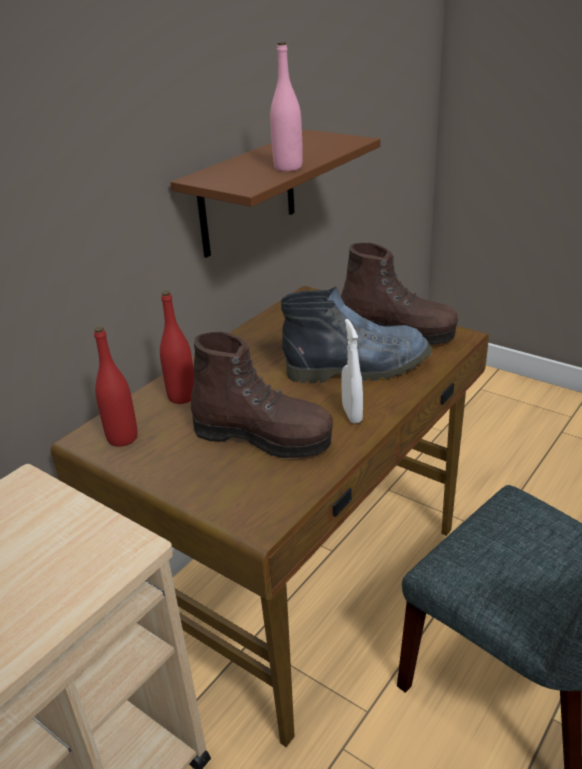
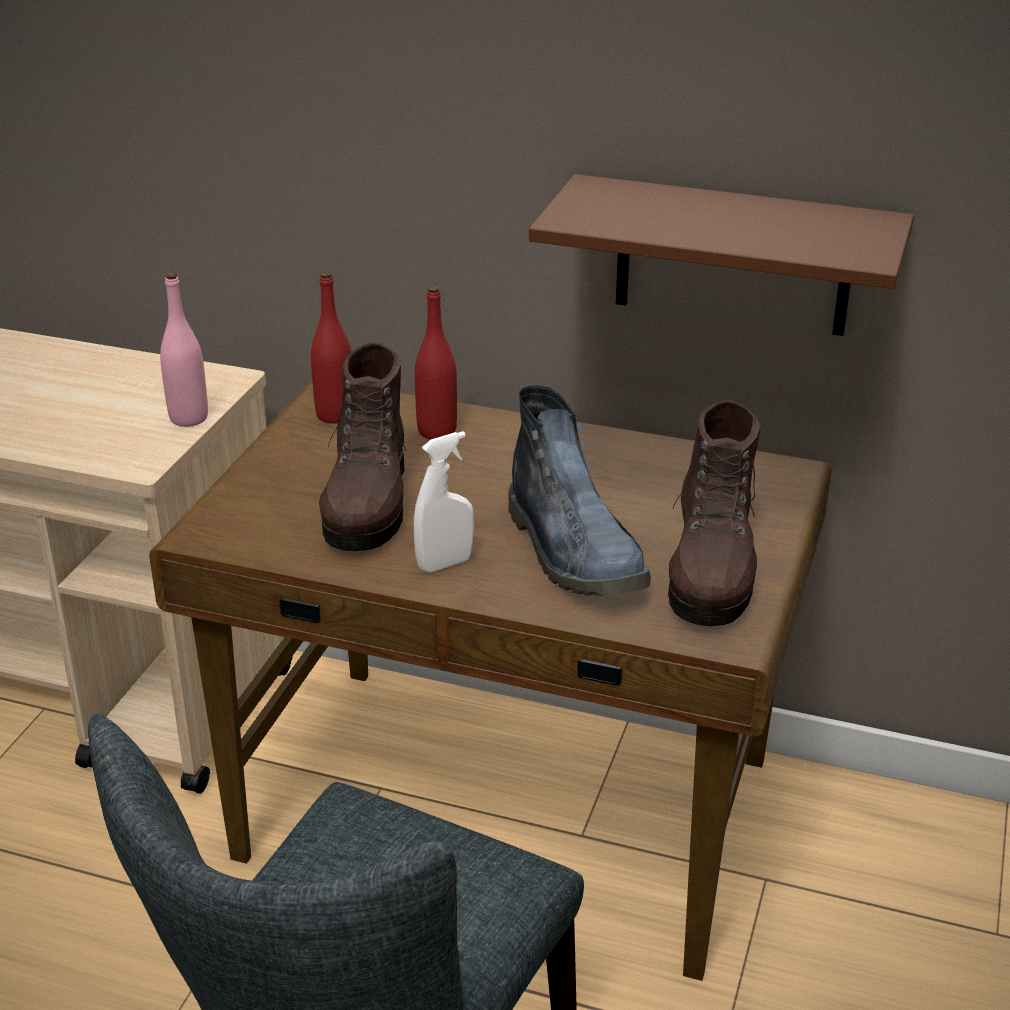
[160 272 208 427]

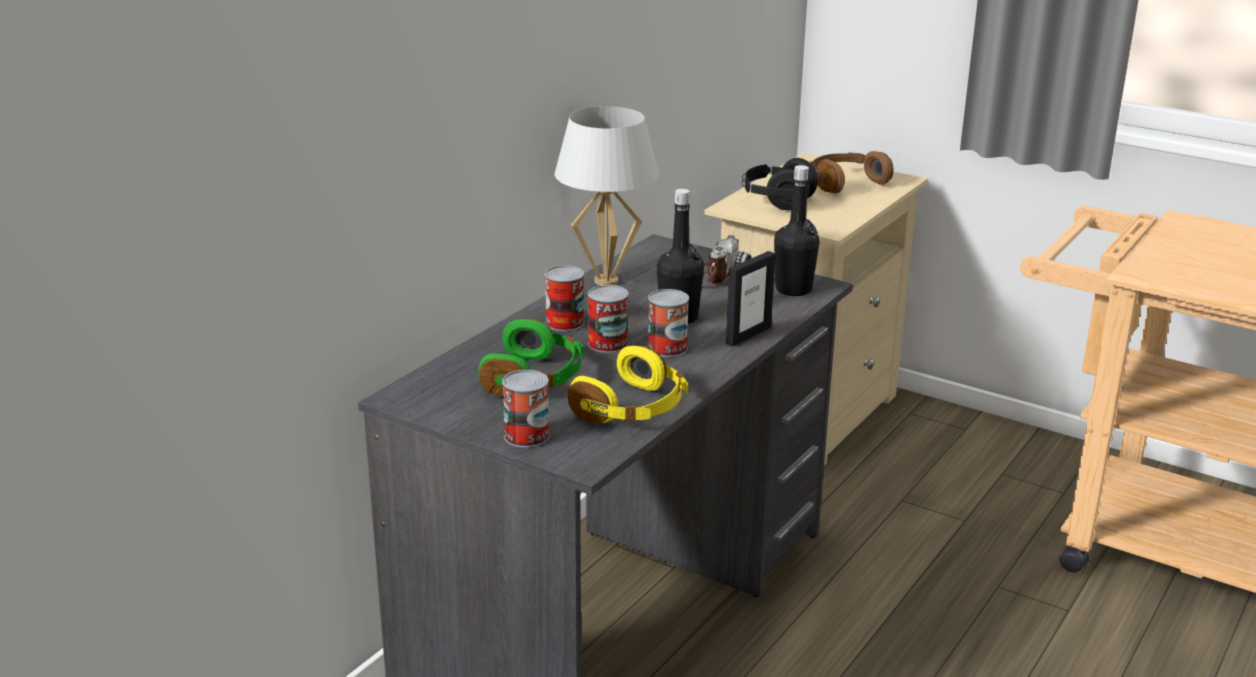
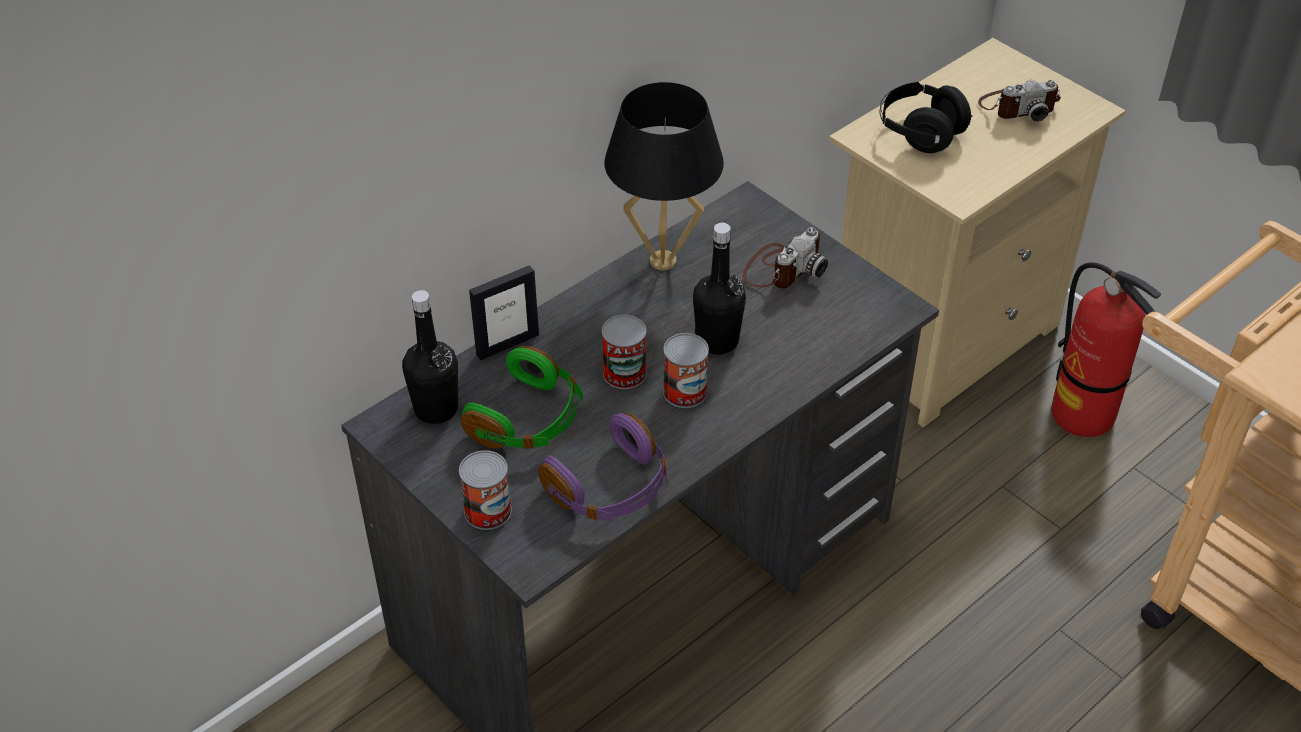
[402 290 458 424]
[469 265 539 360]
[538 413 668 521]
[604 82 724 270]
[978 80 1061 122]
[1051 262 1161 437]
[545 265 584 331] (first image)

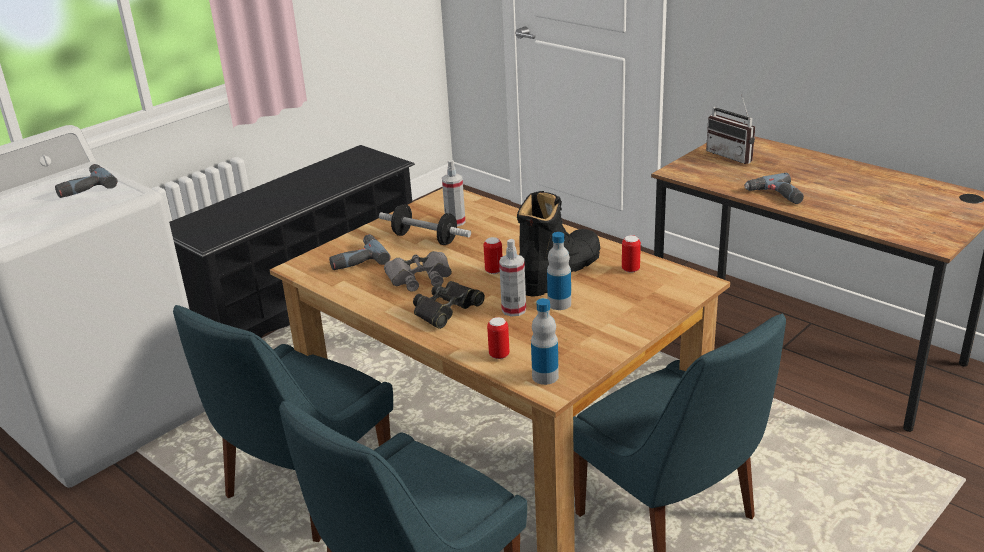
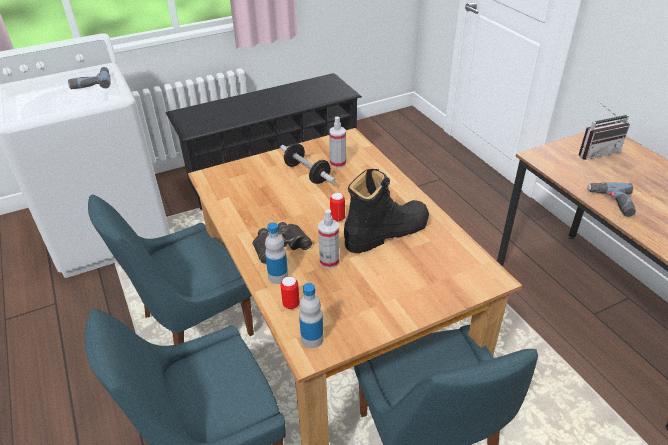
[265 222 288 284]
[579 101 630 160]
[329 234 391 270] (first image)
[384 251 452 292] (first image)
[622 235 641 273] (first image)

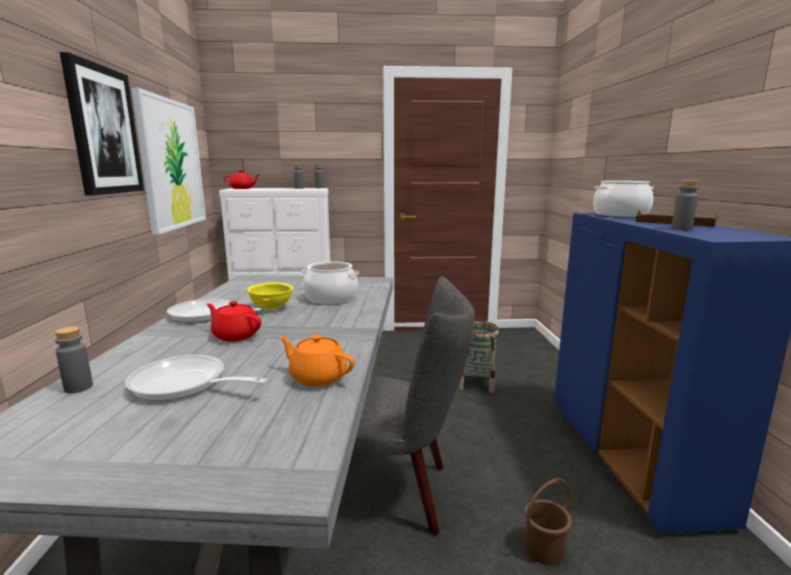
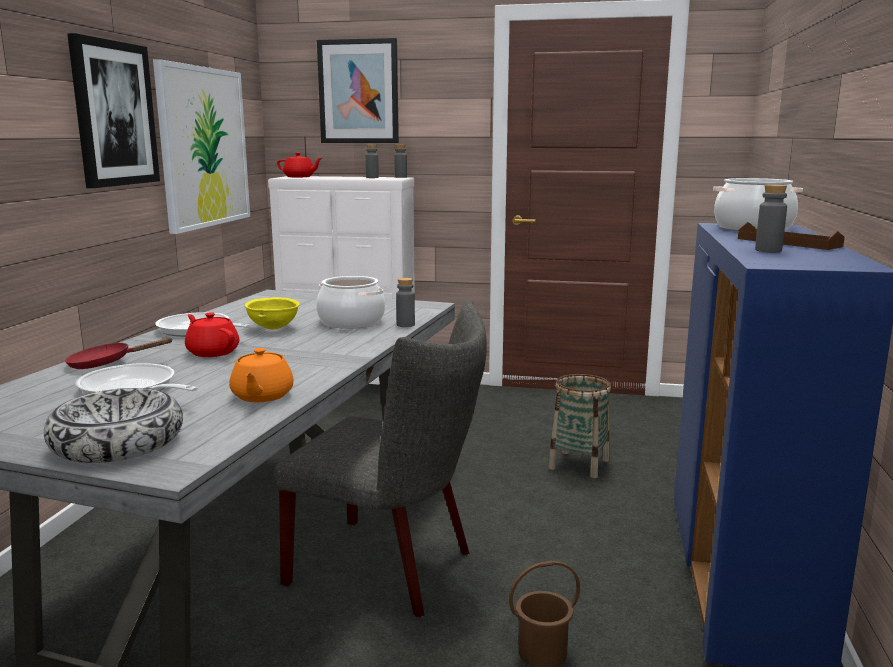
[44 388 183 463]
[65 338 173 369]
[229 348 294 402]
[317 38 399 143]
[396 278 415 327]

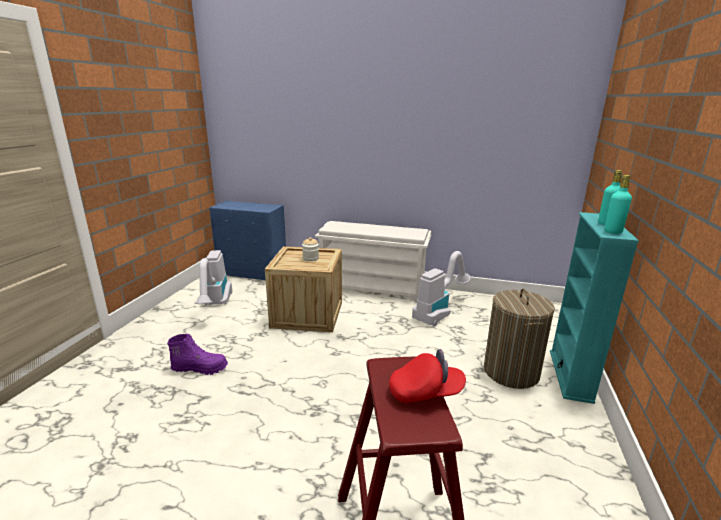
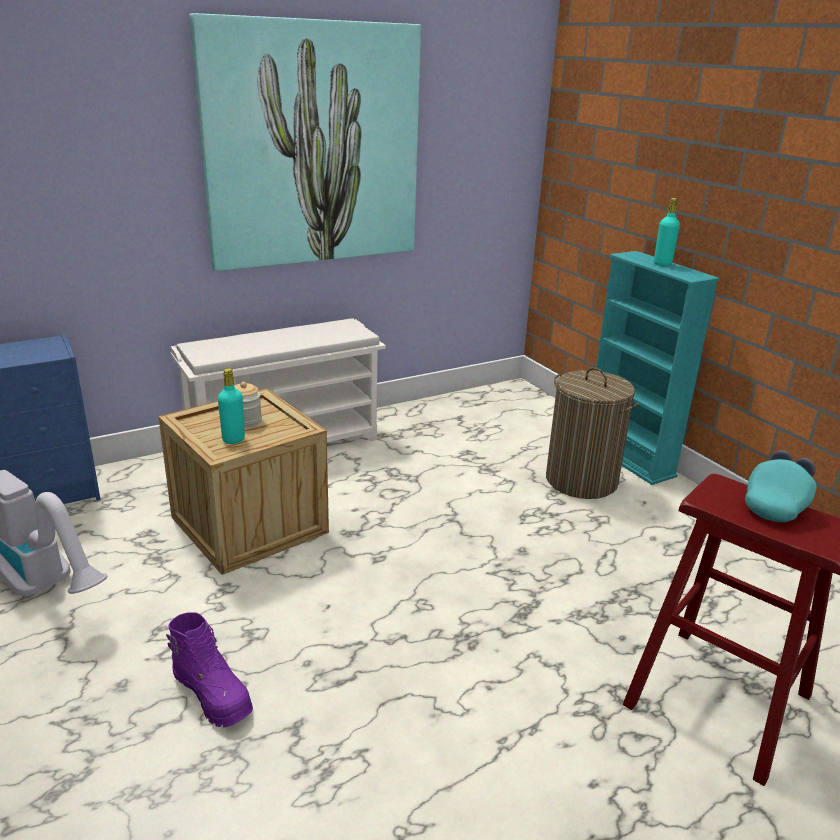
[166 612 253 727]
[189 13 421 271]
[218 368 245 444]
[745 450 817 522]
[412 251 471 327] (first image)

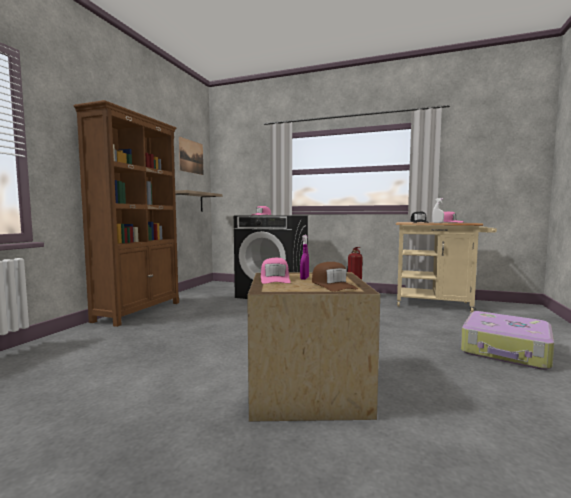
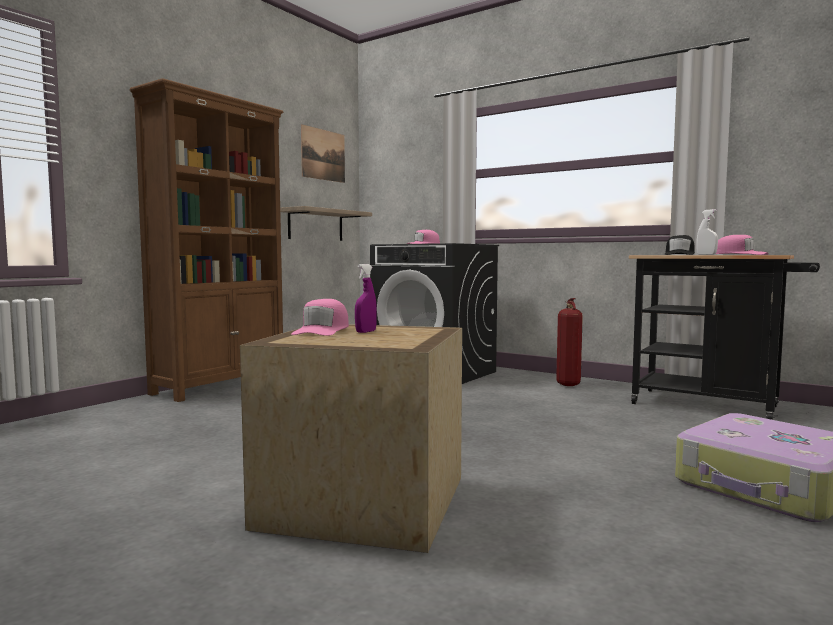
[629 255 820 420]
[312 262 358 292] (first image)

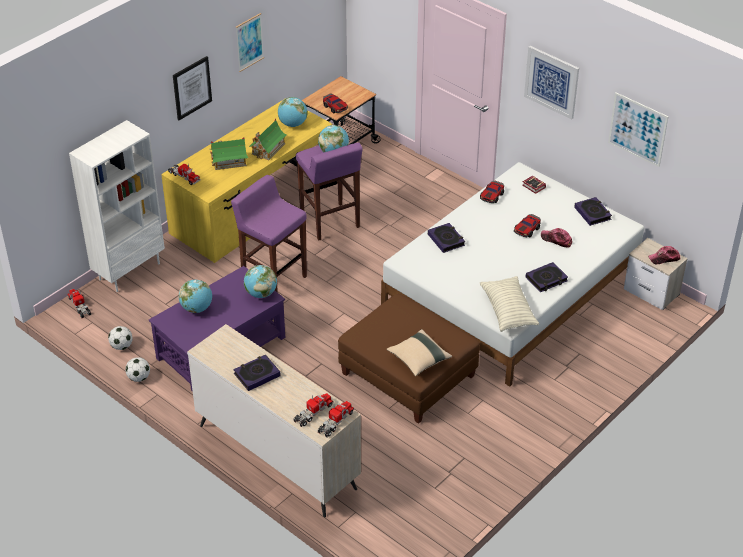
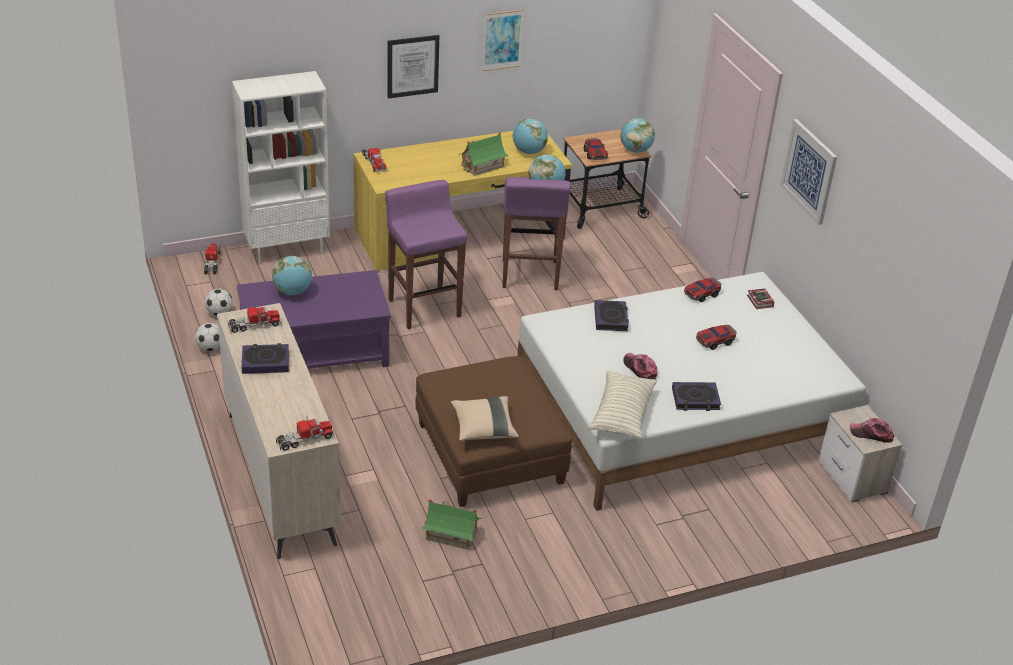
[228 306 281 333]
[422 500 482 550]
[620 118 655 153]
[623 353 657 379]
[574 197 612 226] (first image)
[608 93 668 167] (first image)

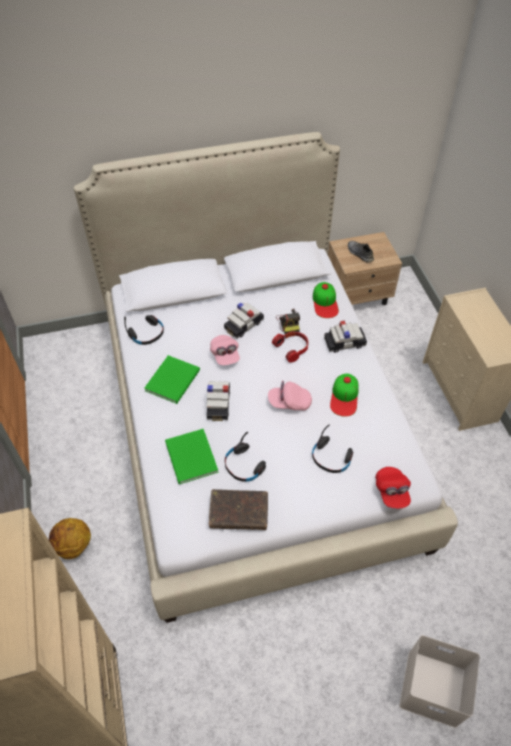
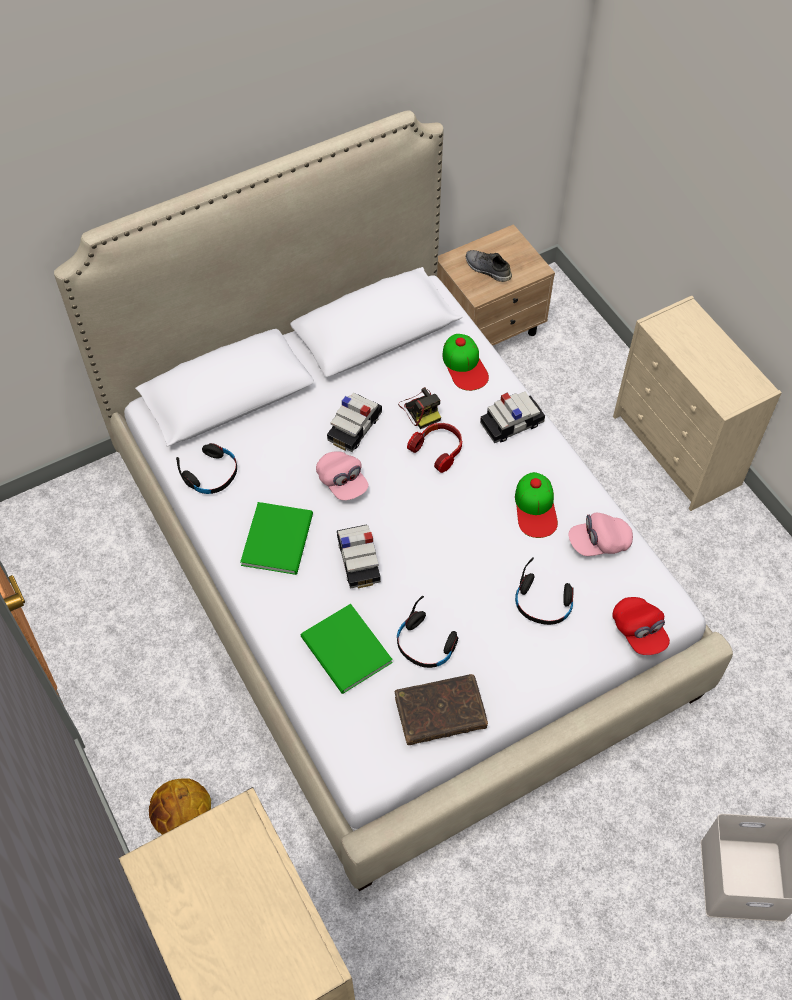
[569 513 633 556]

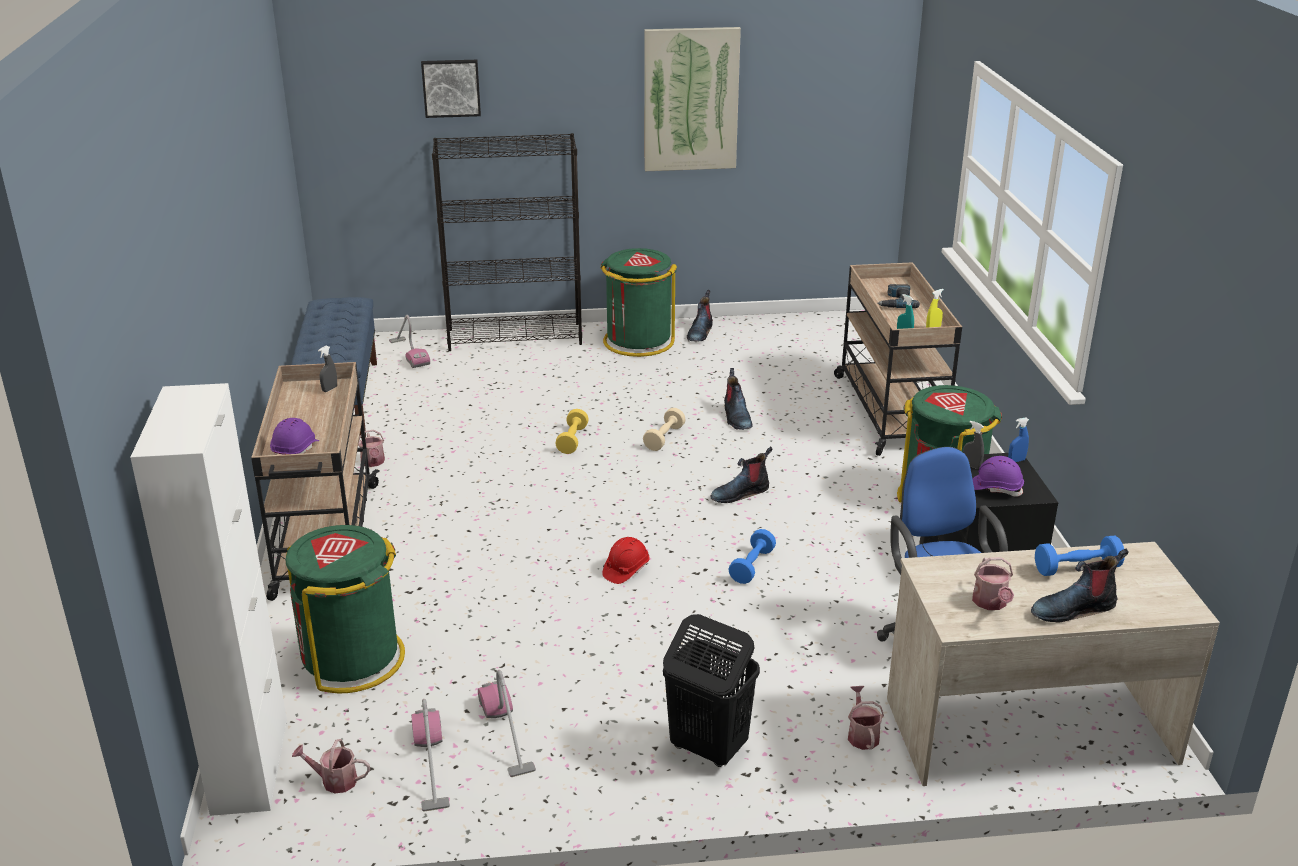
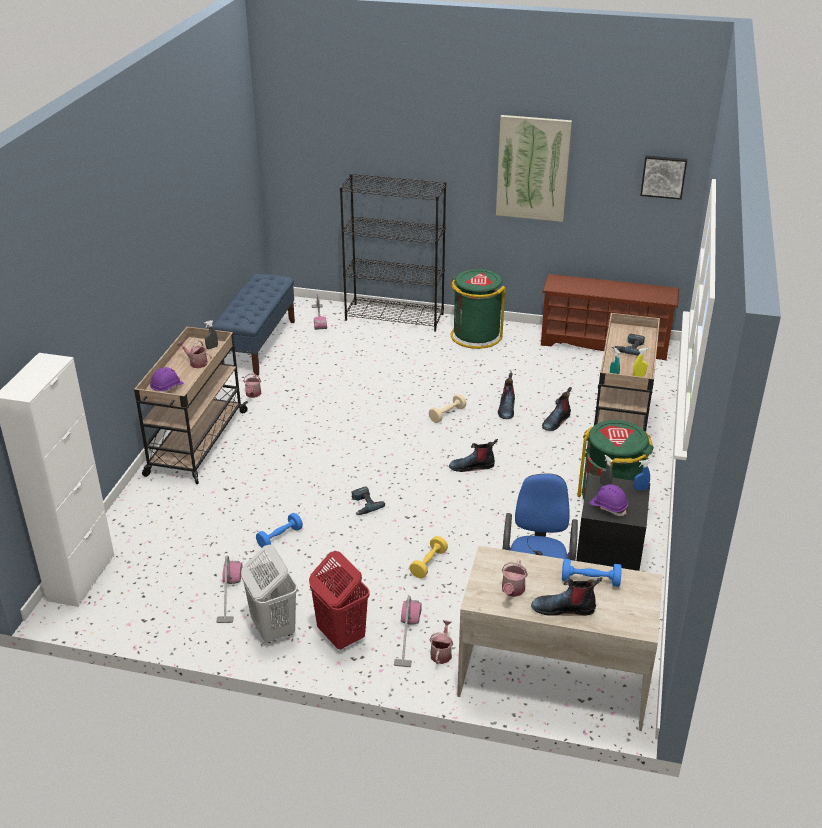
[177 340 212 368]
[241 545 298 643]
[256 513 303 548]
[309 551 370 650]
[351 486 385 515]
[394 596 422 667]
[409 536 448 578]
[541 274 679 360]
[542 387 572 431]
[640 156 687 200]
[286 525 405 693] (first image)

